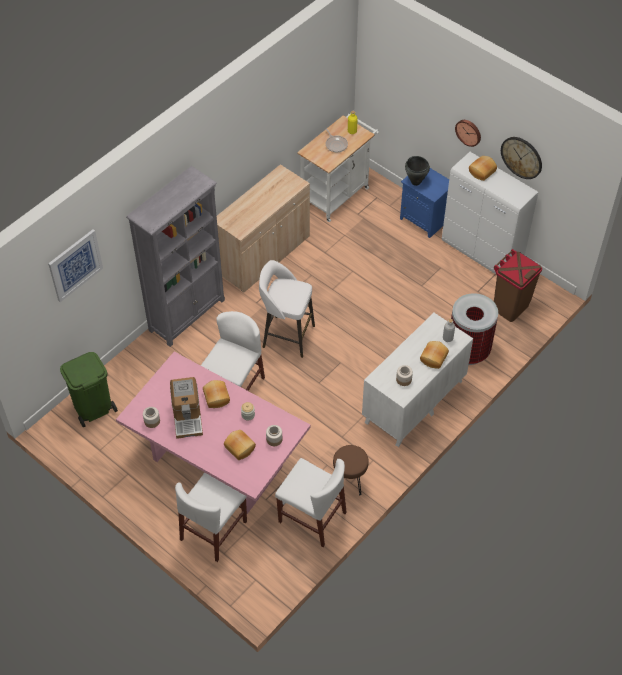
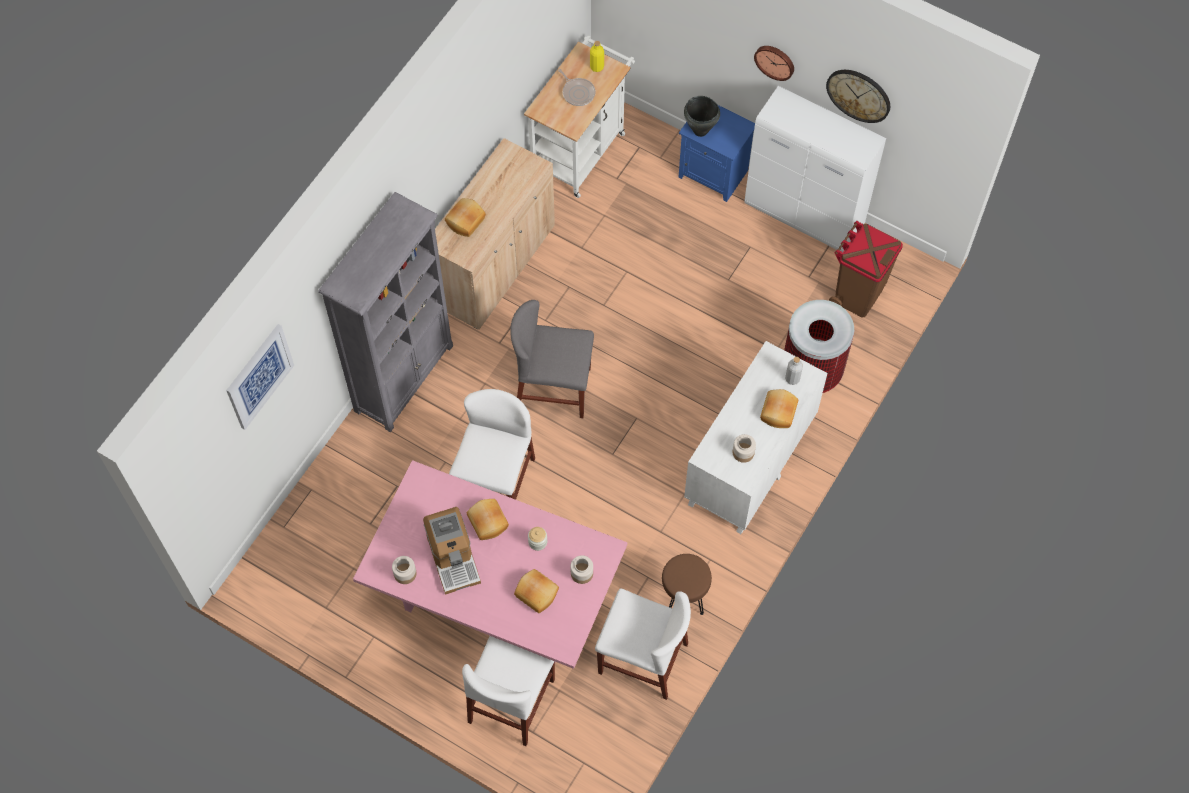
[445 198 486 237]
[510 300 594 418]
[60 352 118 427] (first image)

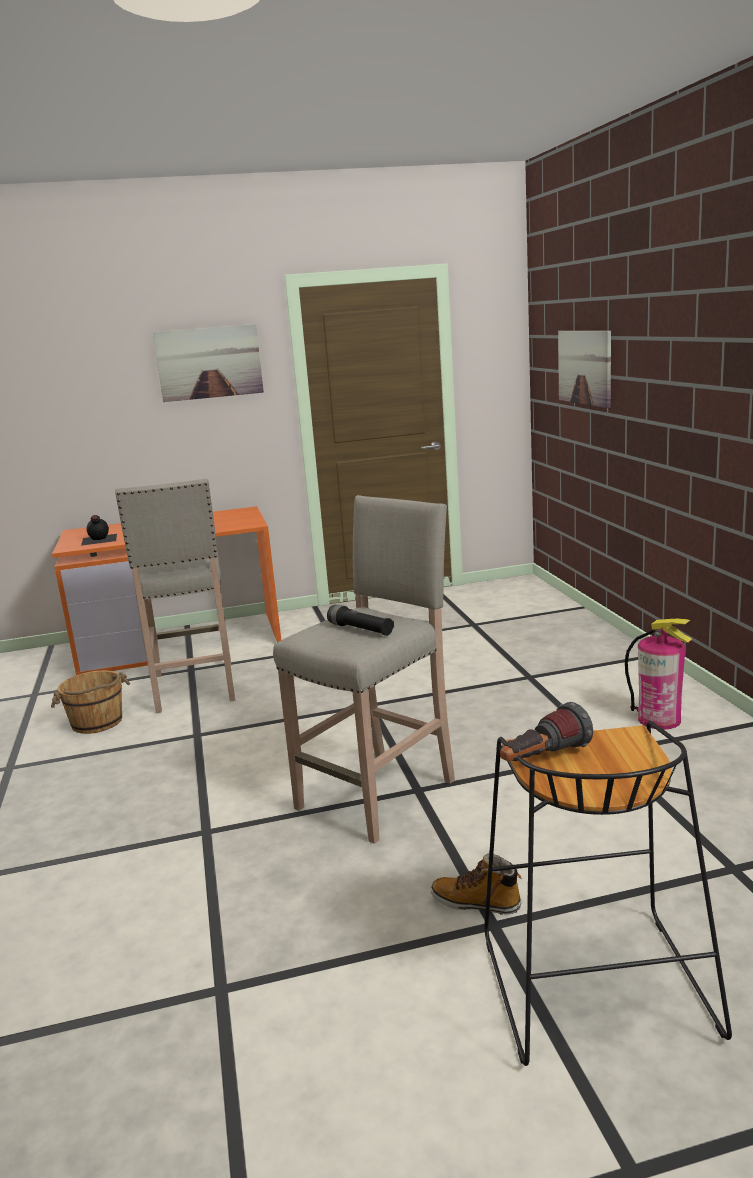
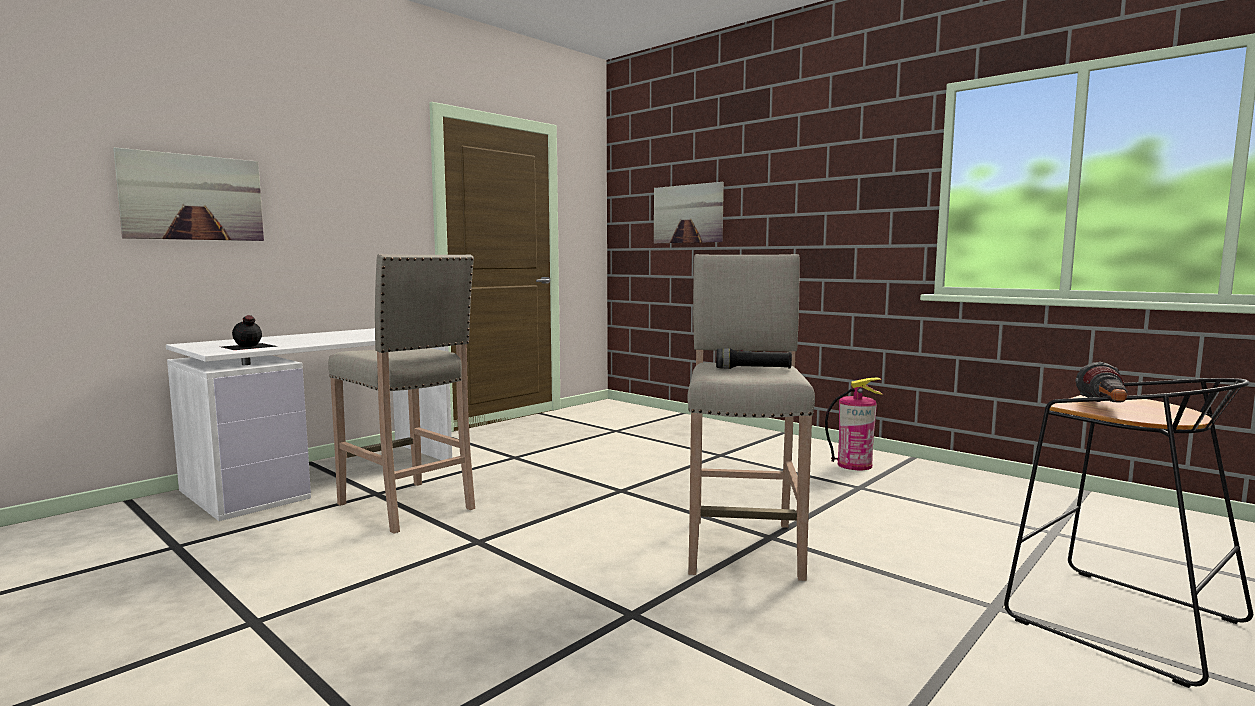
[113 147 264 241]
[166 328 452 521]
[51 670 130 734] (first image)
[431 853 522 915] (first image)

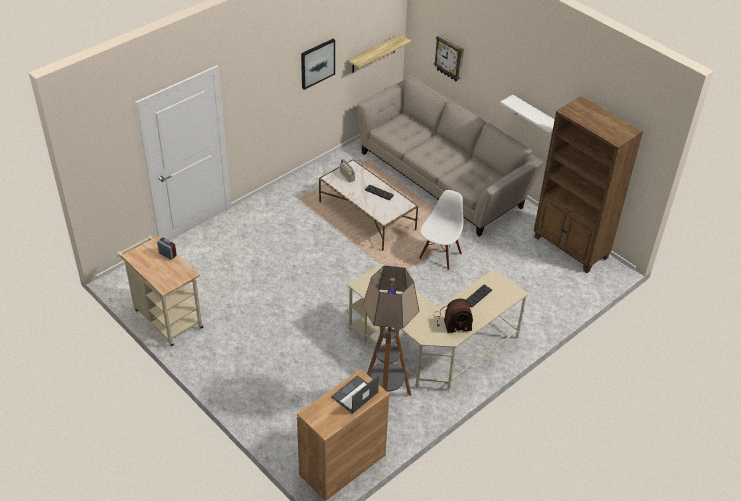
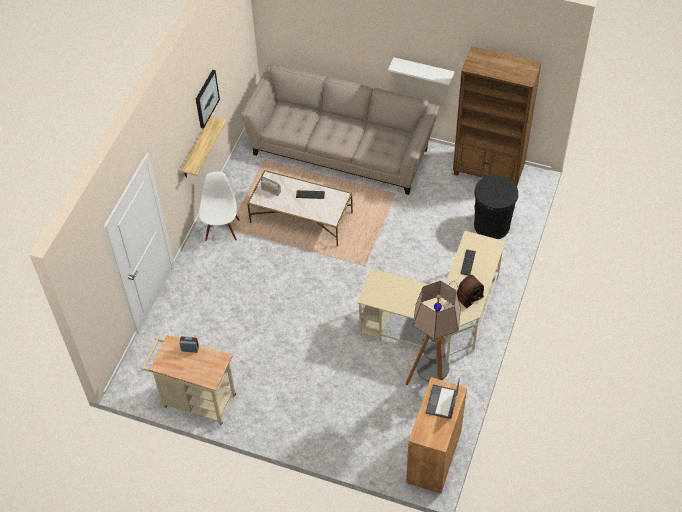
[180 116 227 178]
[199 172 240 241]
[474 175 518 239]
[434 35 464 81] (first image)

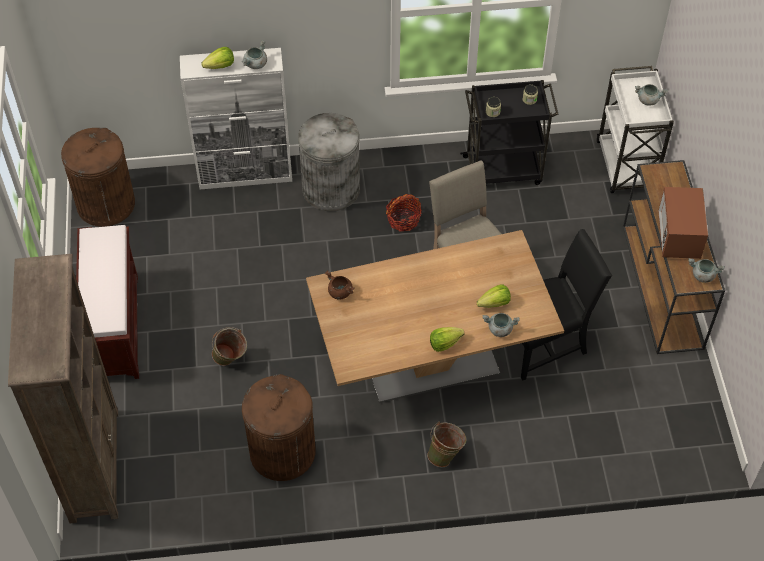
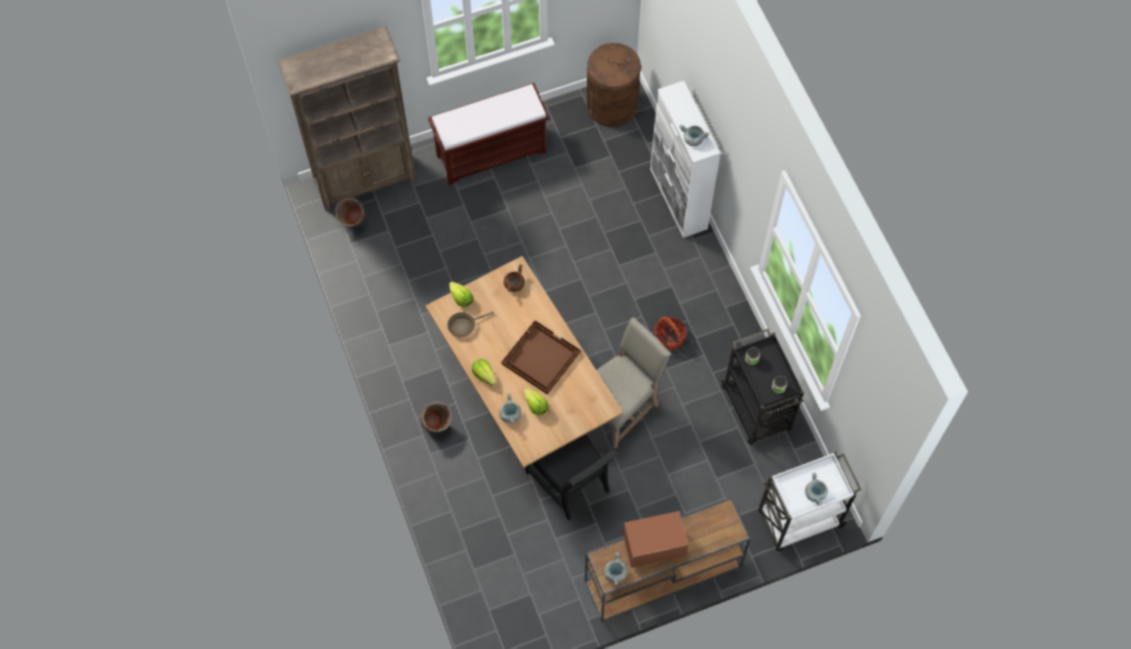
[335 197 365 226]
[447 312 494 337]
[449 282 474 307]
[501 320 581 394]
[242 374 316 481] (first image)
[298 113 360 211] (first image)

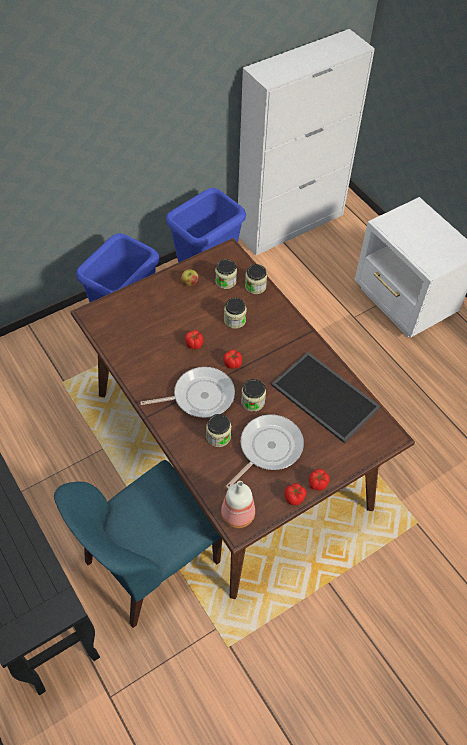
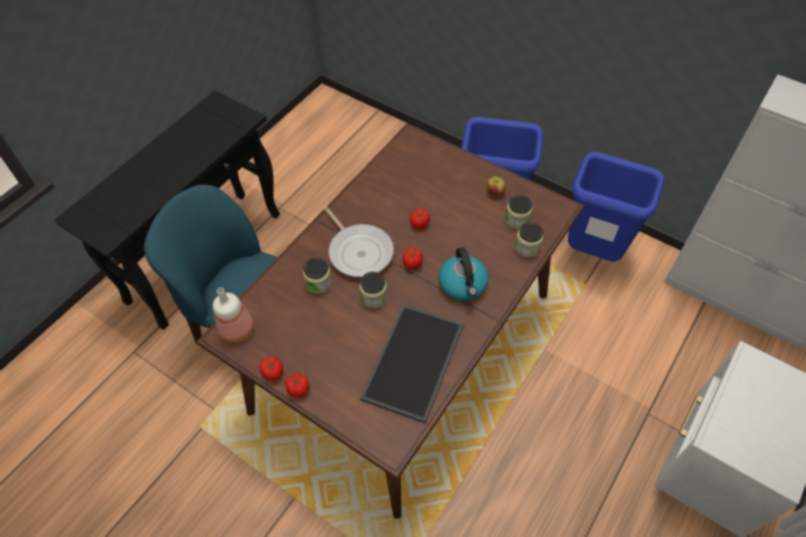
[438 247 489 301]
[224 298 247 329] (first image)
[226 414 304 489] (first image)

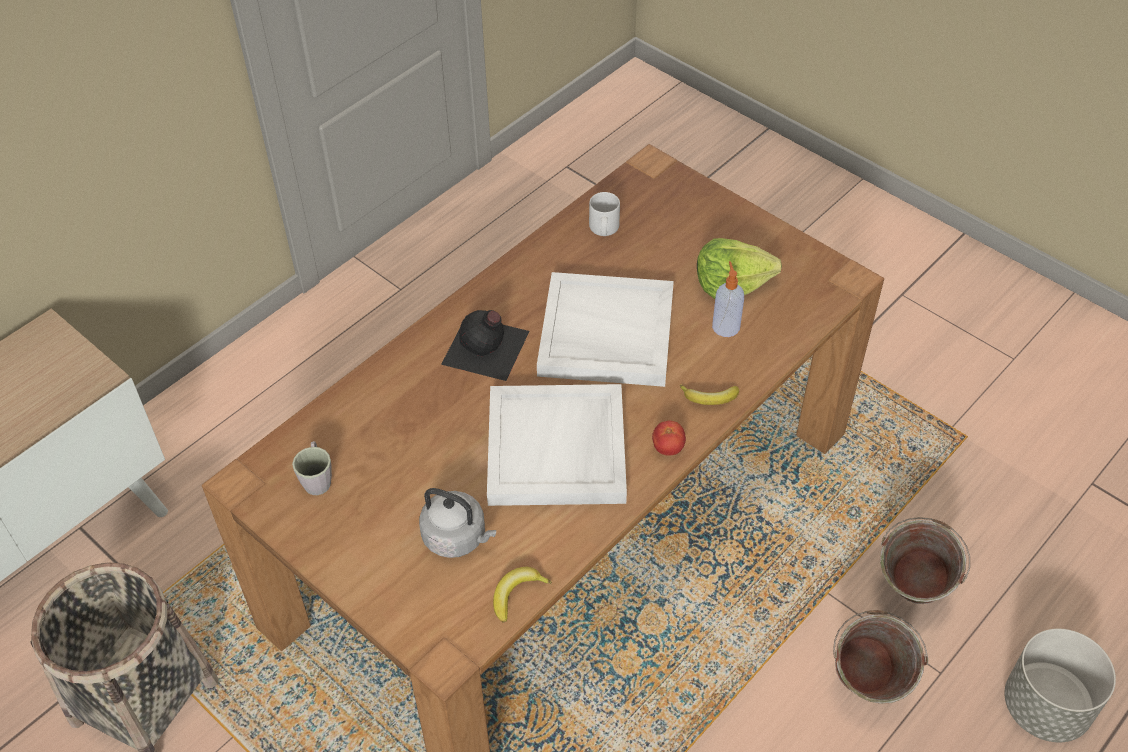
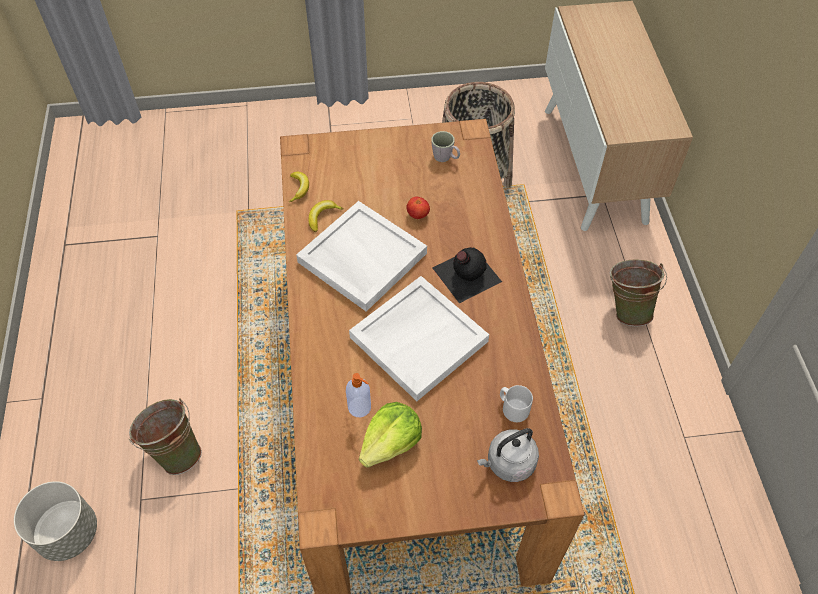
[308 200 344 232]
[406 197 430 219]
[477 428 539 482]
[610 259 667 327]

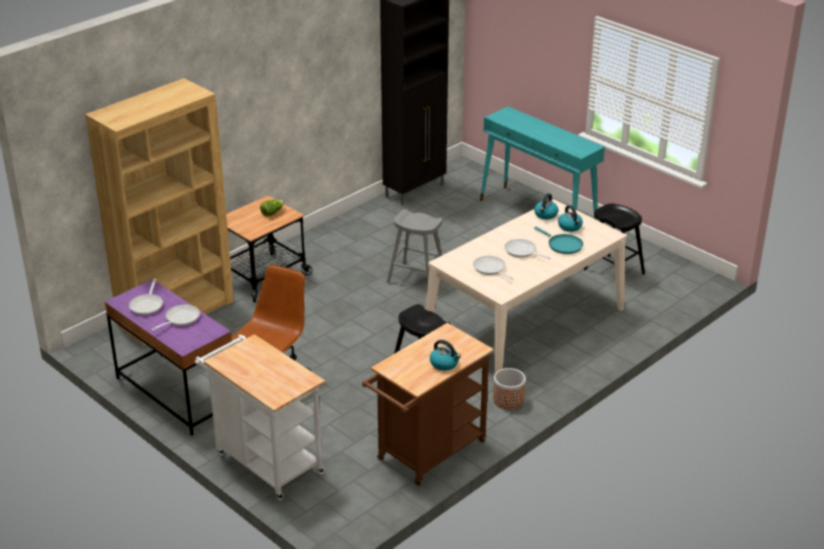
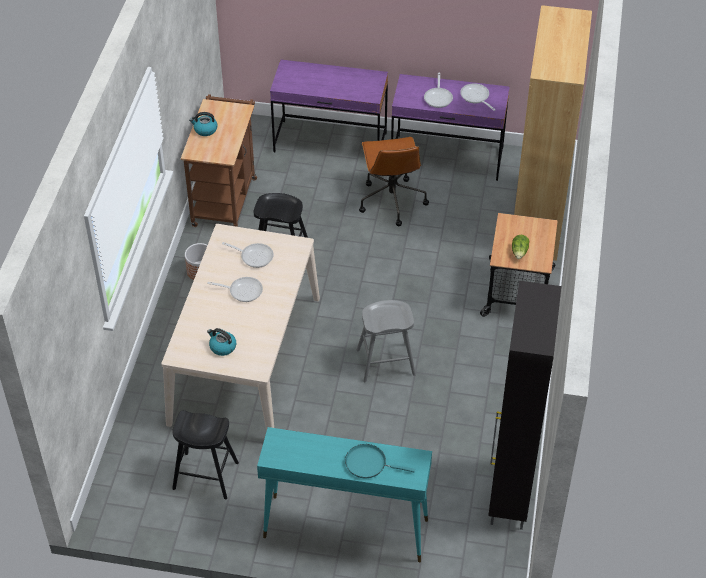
[270 59 388 153]
[345 444 415 478]
[534 193 558 219] (first image)

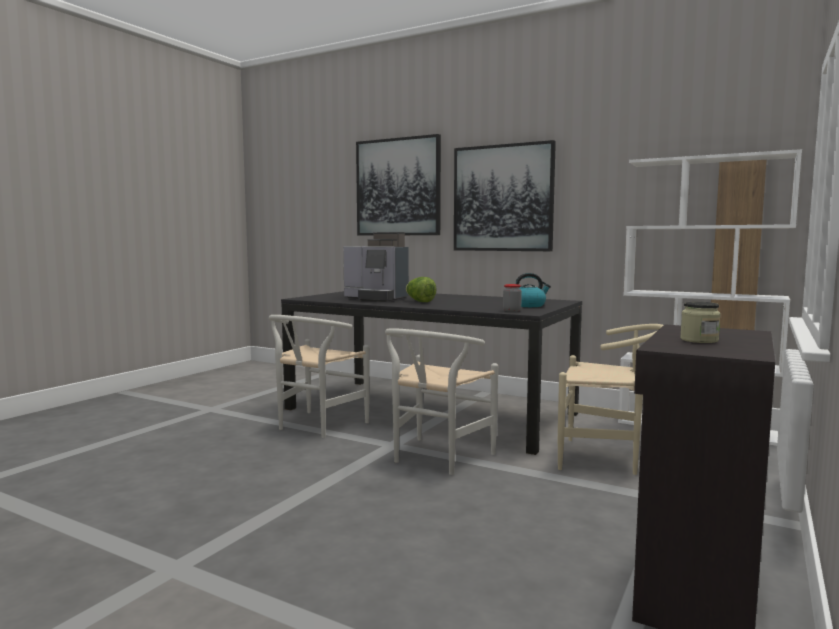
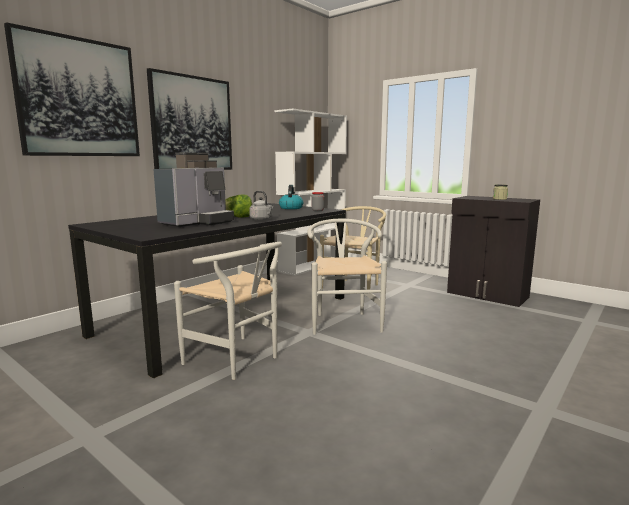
[249 191 273 221]
[307 219 387 335]

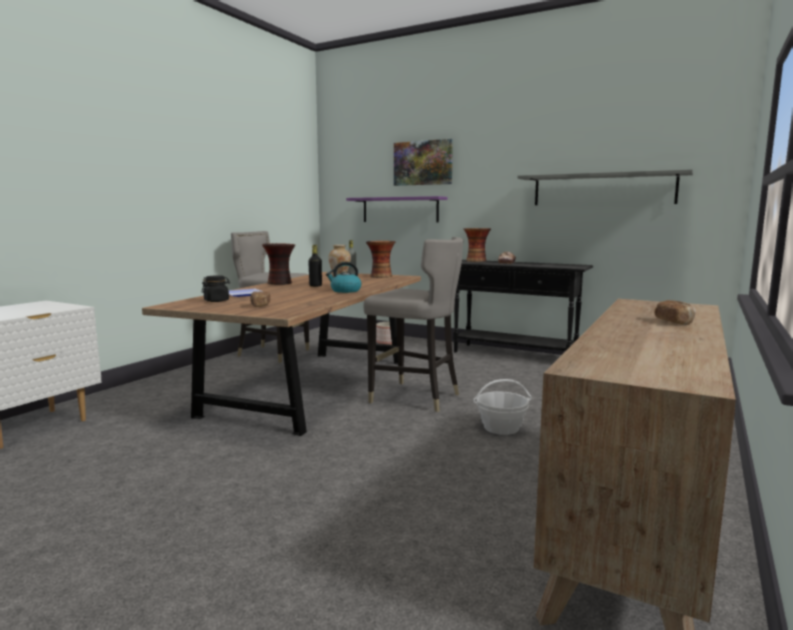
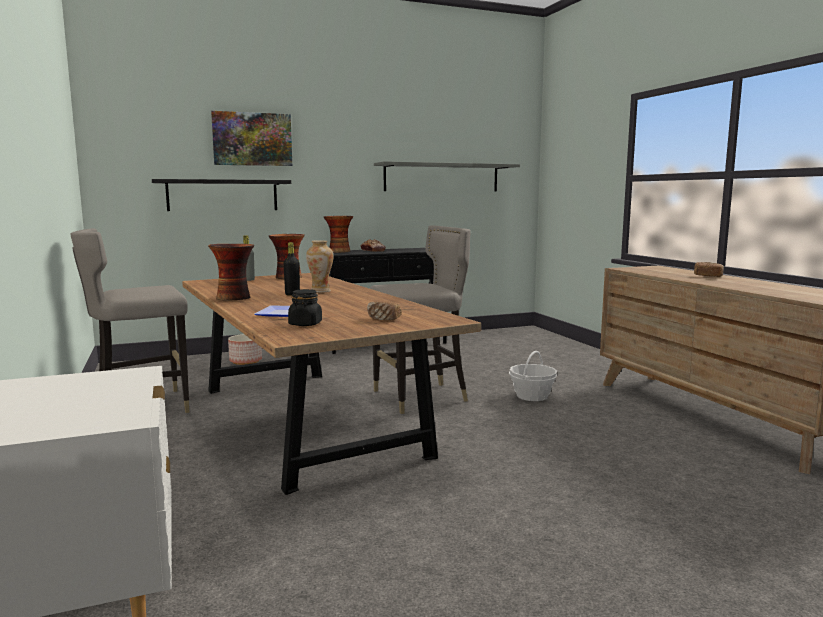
[152 179 291 211]
[326 262 361 293] (first image)

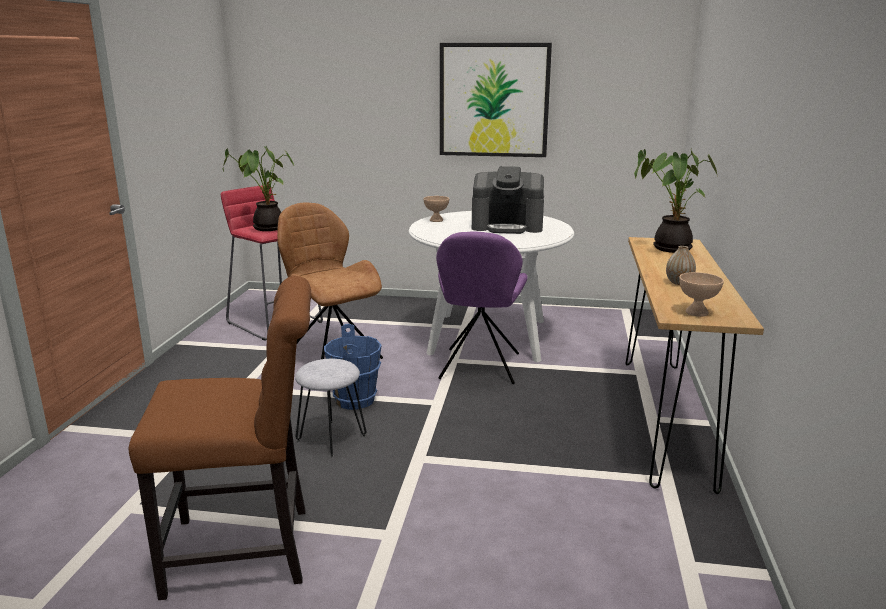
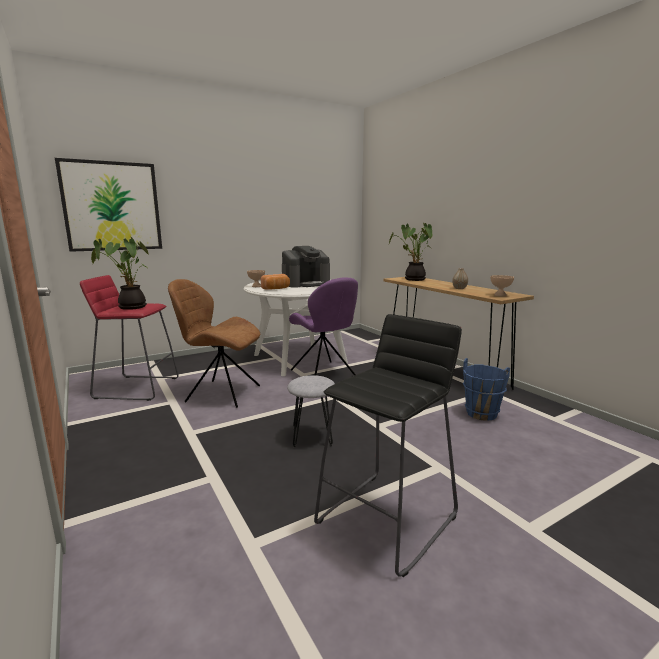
[55 158 162 252]
[261 274 290 290]
[314 314 462 577]
[463 358 510 421]

